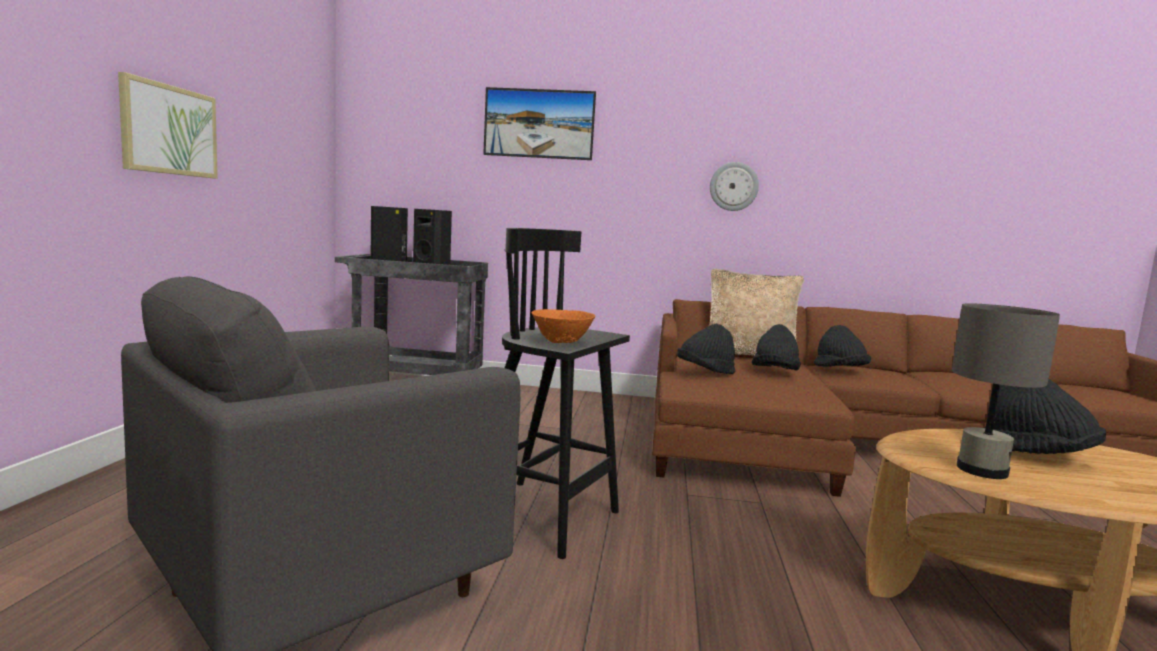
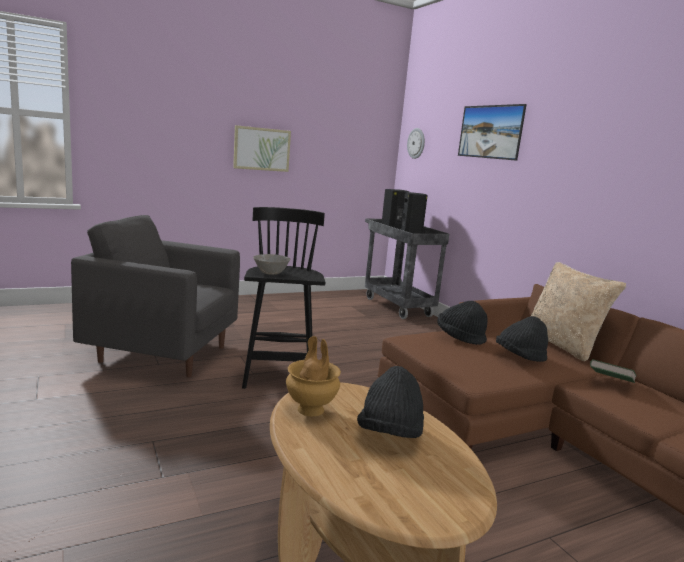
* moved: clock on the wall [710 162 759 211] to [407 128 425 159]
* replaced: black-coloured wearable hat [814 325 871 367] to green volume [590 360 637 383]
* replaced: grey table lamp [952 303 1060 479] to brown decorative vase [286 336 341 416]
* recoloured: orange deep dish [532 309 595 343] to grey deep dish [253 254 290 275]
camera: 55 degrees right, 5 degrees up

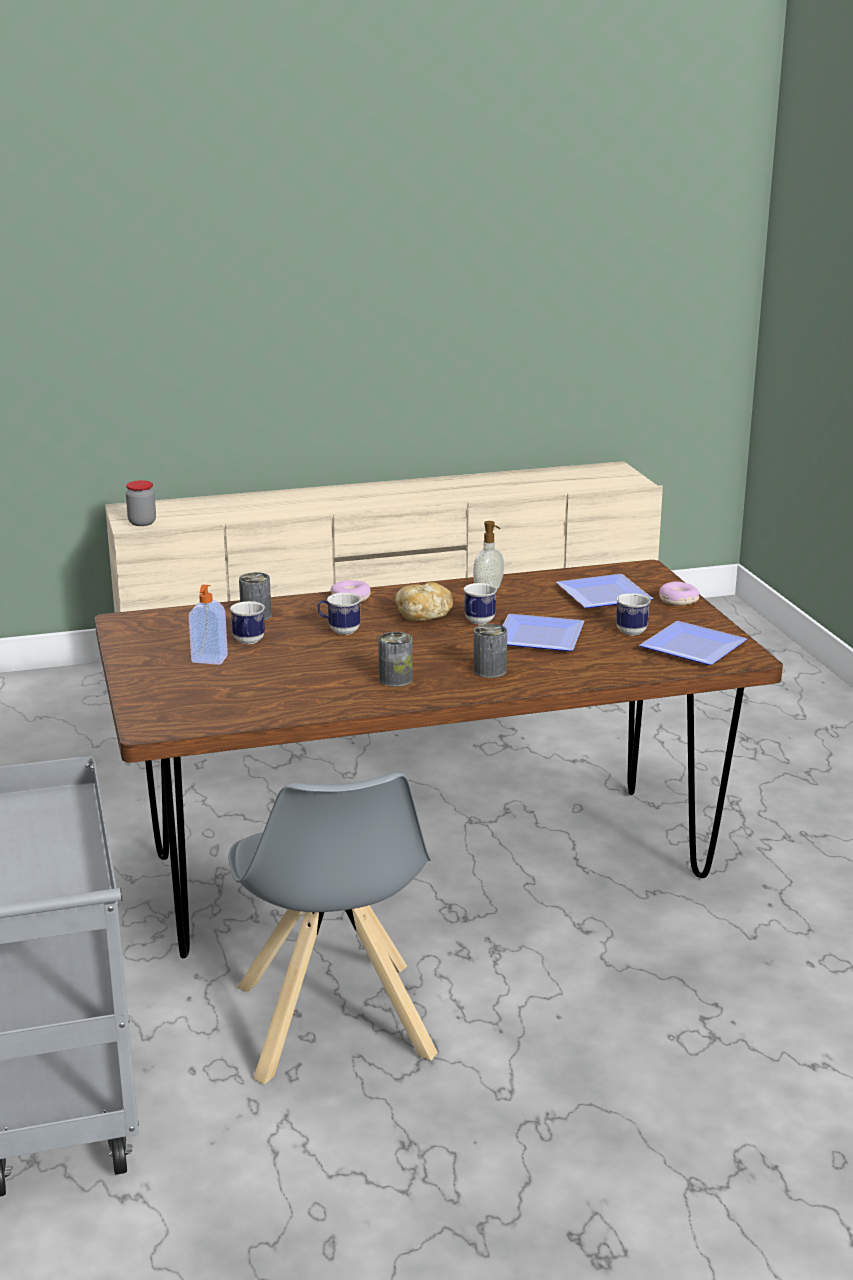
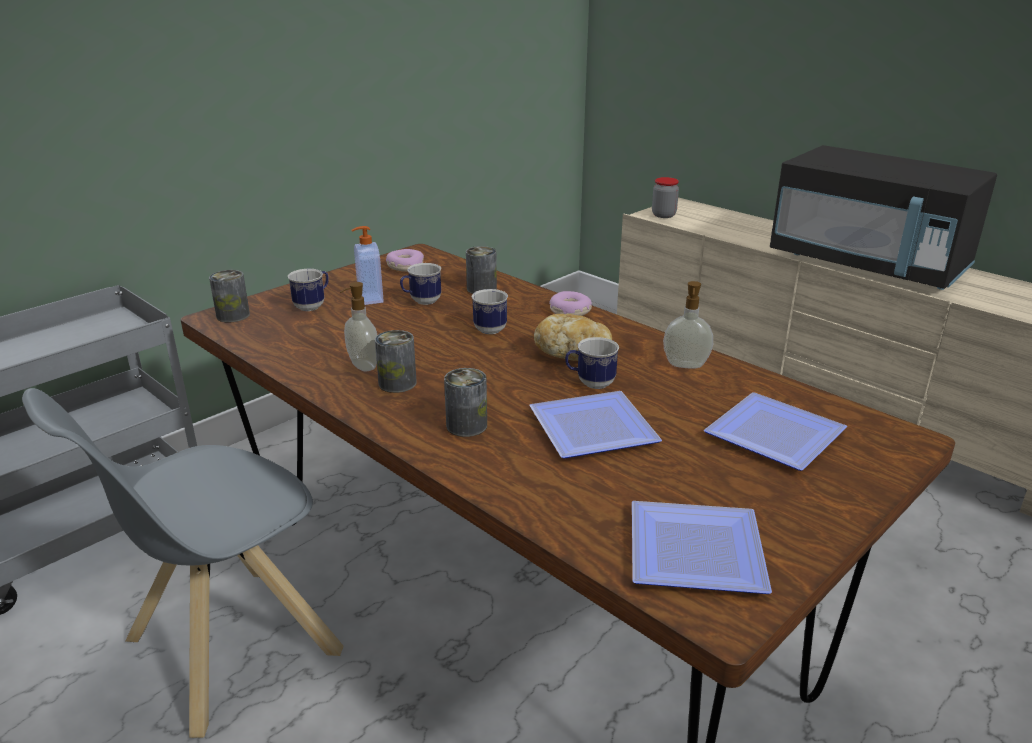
* added: can [209 270 250 323]
* added: soap bottle [340 282 377 371]
* added: black-coloured microwave oven [770 145 997 290]
* moved: mug [616 593 651 635] to [288 269 329 311]
* moved: donut [659 582 700 606] to [386 249 424 272]
camera: 60 degrees right, 5 degrees up

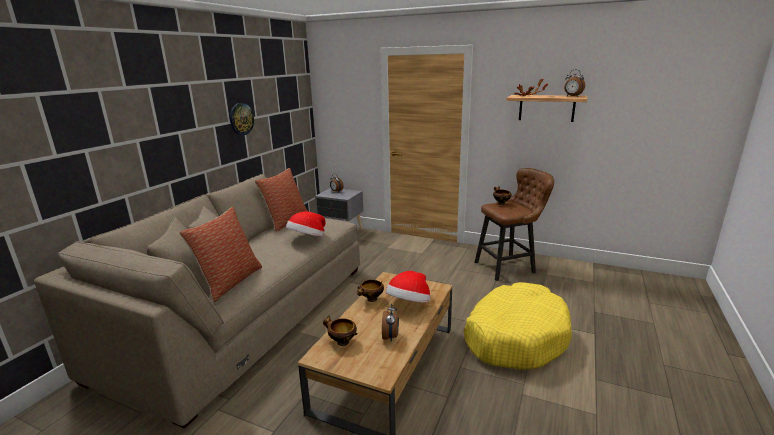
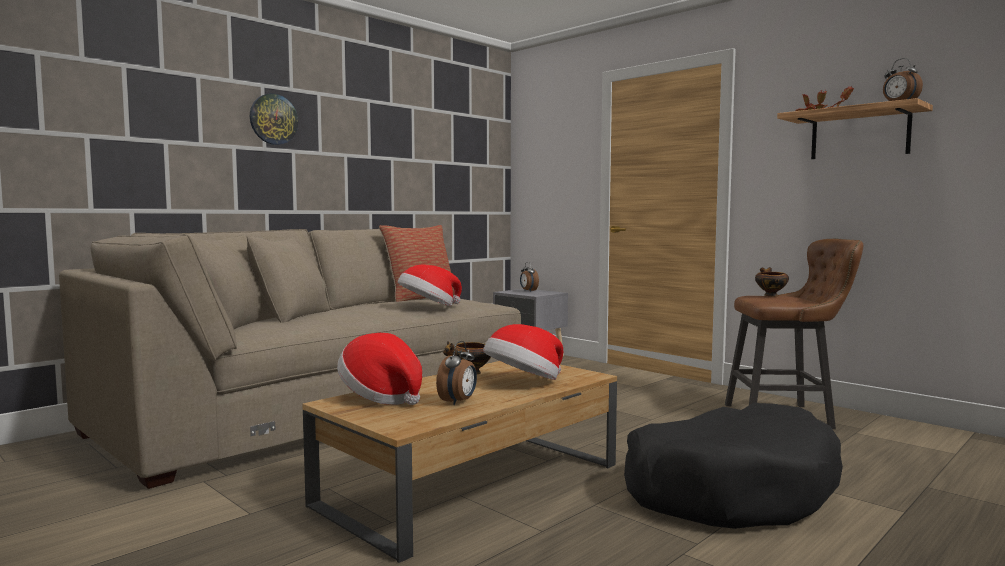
* removed: pillow [179 207 262 302]
* moved: clock on the wall [230 103 254 135] to [250 93 298 145]
* replaced: deep dish [323 316 358 346] to wearable hat [337 333 422 405]
* recoloured: yellow dog cushion [464 282 572 370] to black-coloured dog cushion [624 403 843 529]
camera: 20 degrees right, 15 degrees down

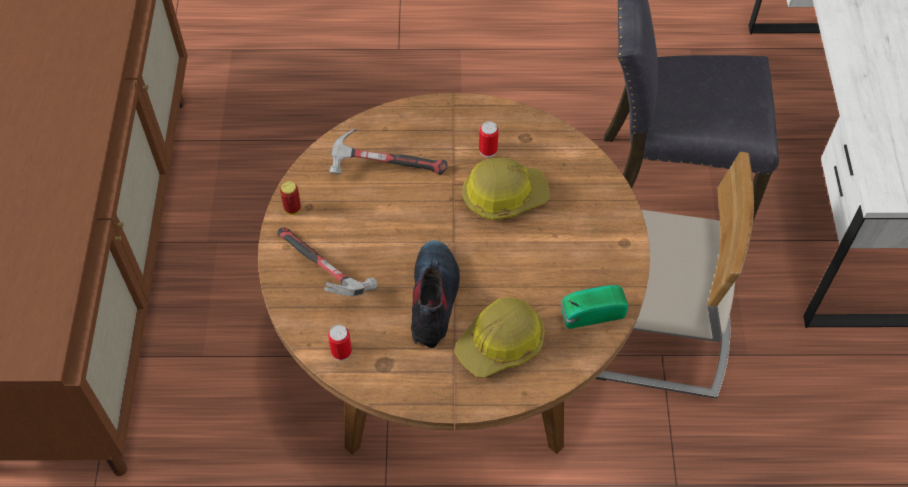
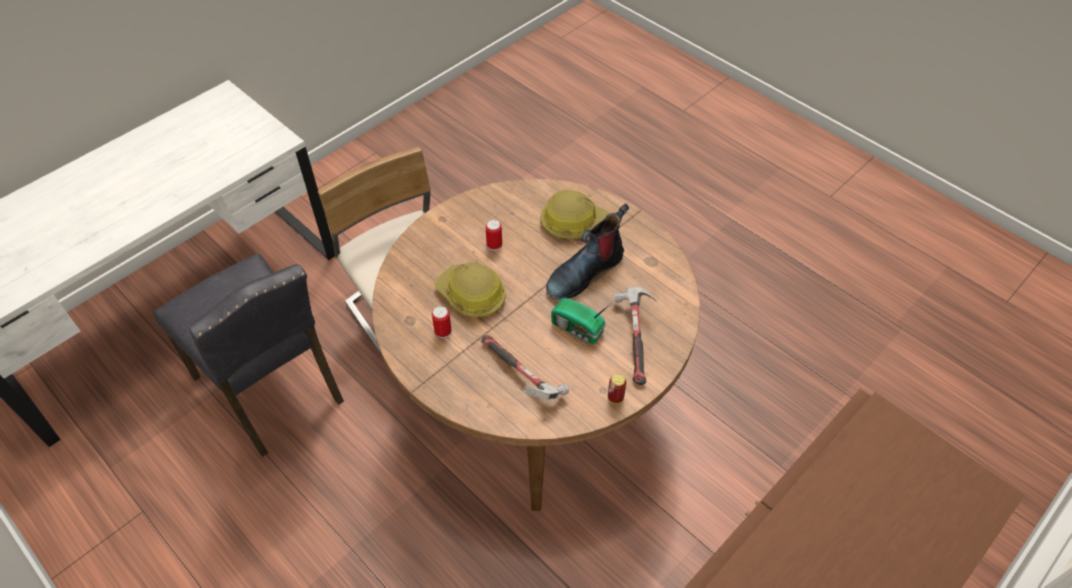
* moved: can [328 325 352 361] to [486 219 502 251]
* moved: radio [561 285 628 329] to [551 298 610 344]
camera: 135 degrees left, 5 degrees down

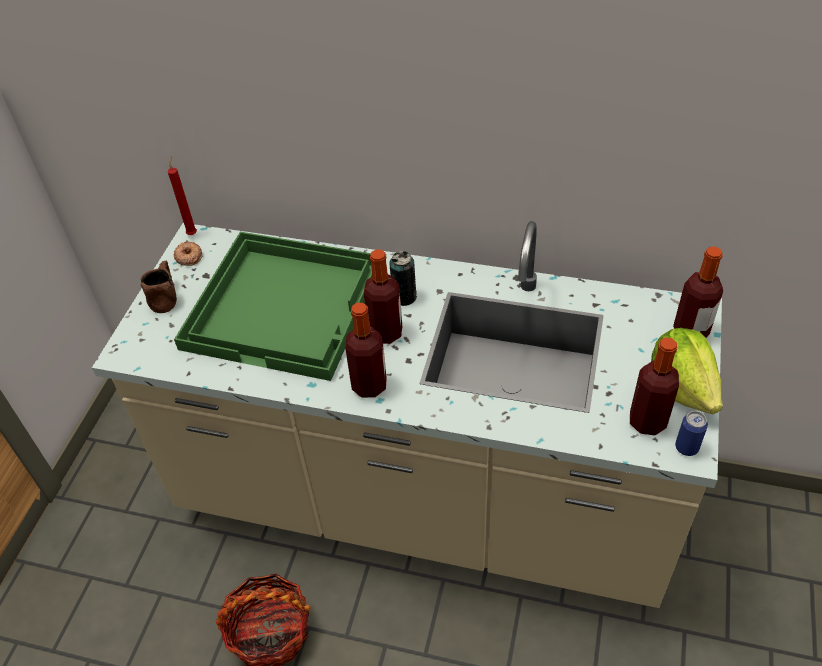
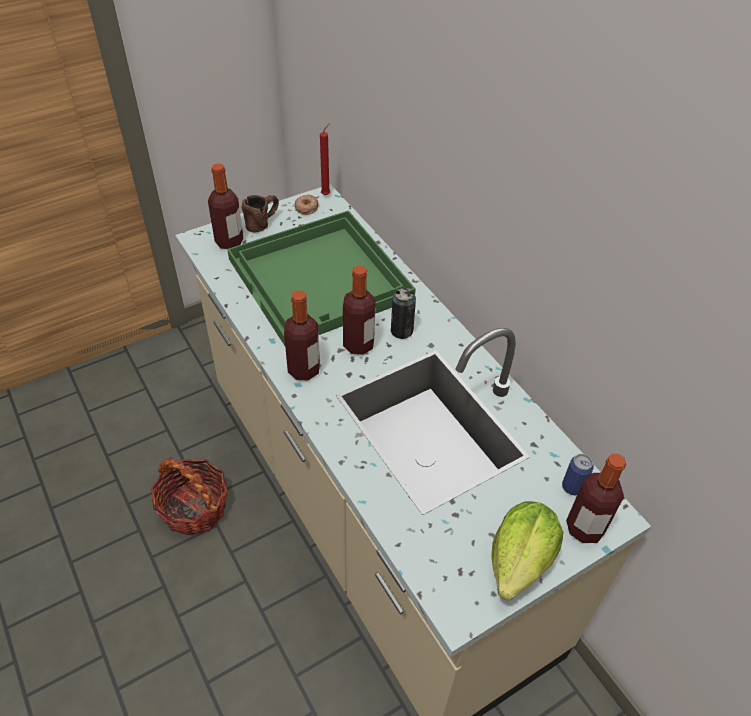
* moved: beverage bottle [630 337 679 435] to [208 163 244 249]
* moved: can [675 411 708 456] to [562 454 594 495]
camera: 40 degrees right, 0 degrees up

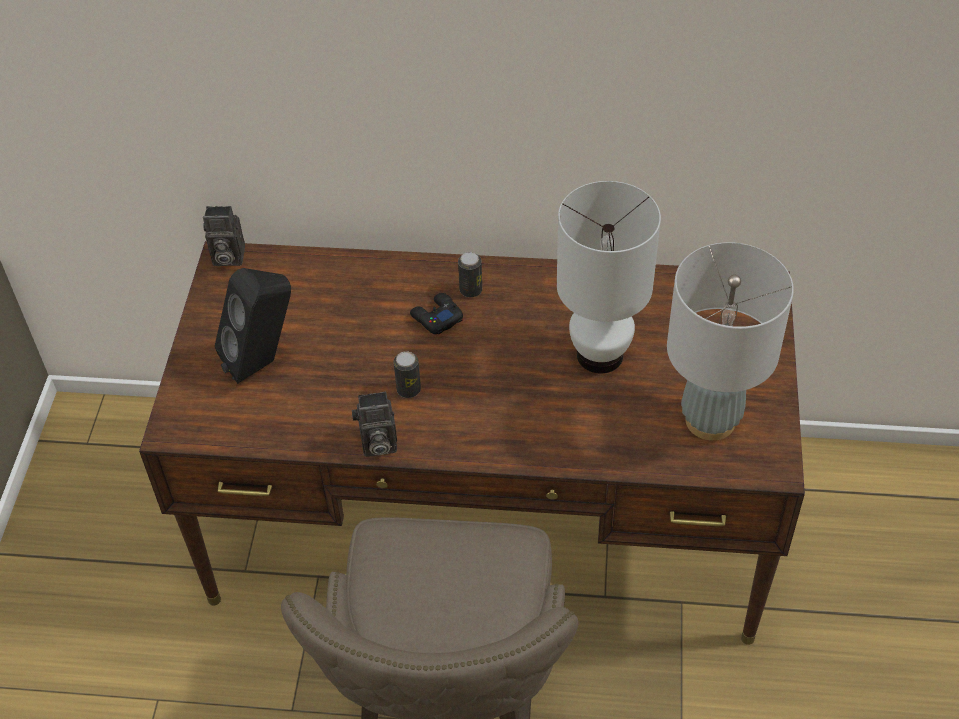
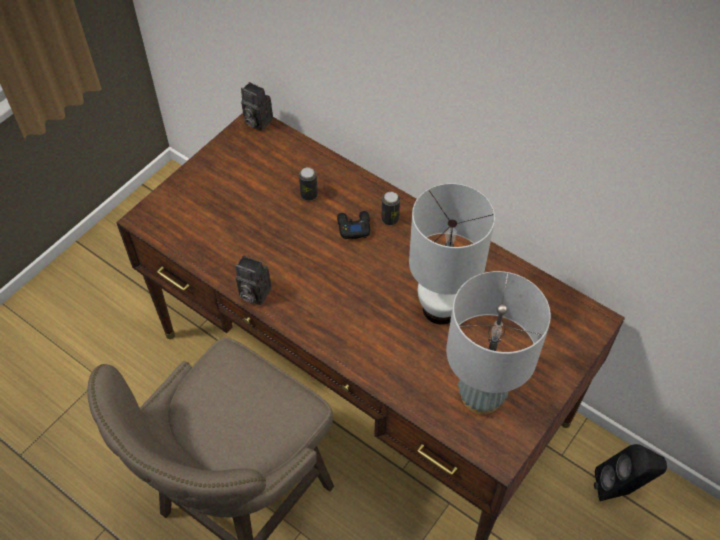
* moved: black-coloured speaker [215 268 291 384] to [594 444 667 501]
* moved: can [393 351 421 398] to [299 167 318 201]
camera: 30 degrees right, 5 degrees up

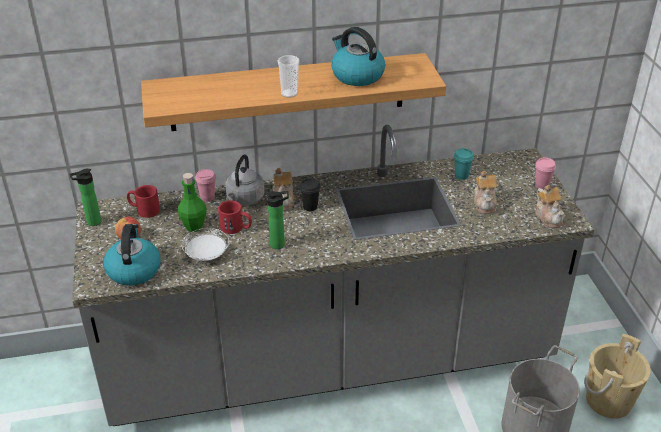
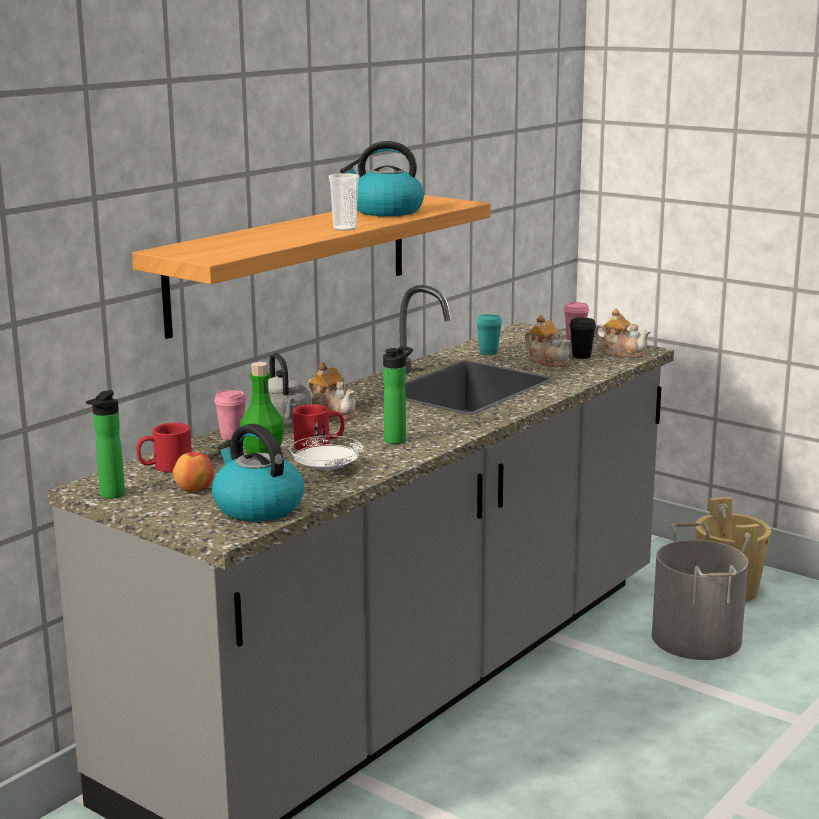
* moved: black-coloured cup [299 178 321 211] to [569 318 596 359]
camera: 40 degrees left, 20 degrees down

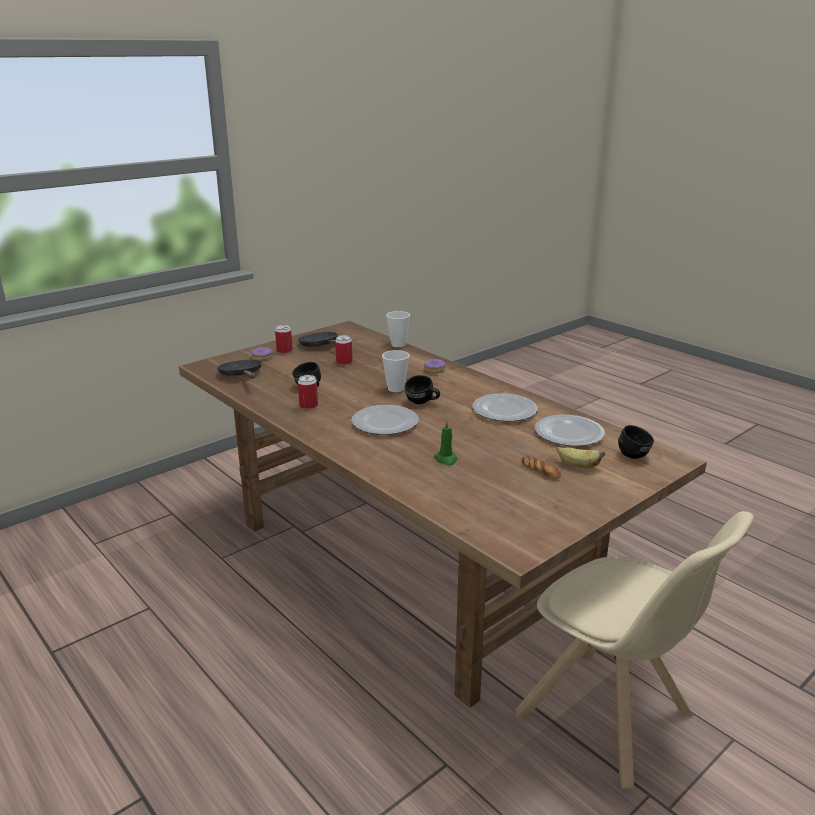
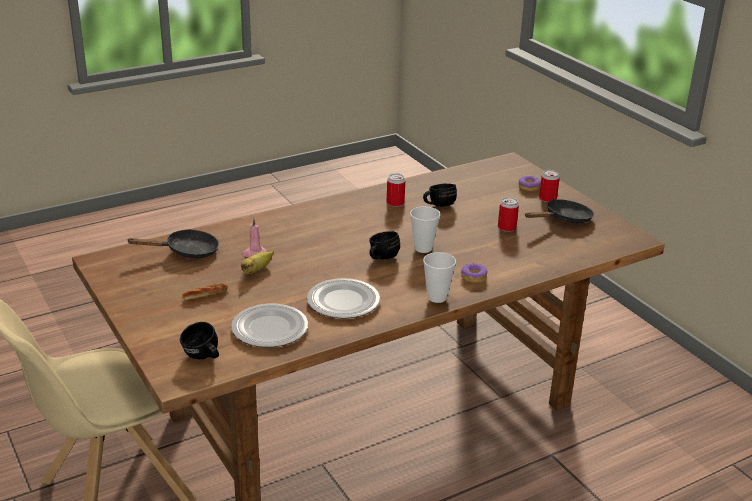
* removed: dinner plate [352 405 418 435]
* moved: black-coloured frying pan [217 360 262 378] to [126 229 219 258]
* moved: cup [386 311 410 347] to [423 252 456 303]
* moved: whole banana [557 447 605 468] to [241 251 274 274]
* recoloured: green wax candle [434 420 457 466] to pink wax candle [242 218 267 257]
camera: 100 degrees right, 5 degrees up

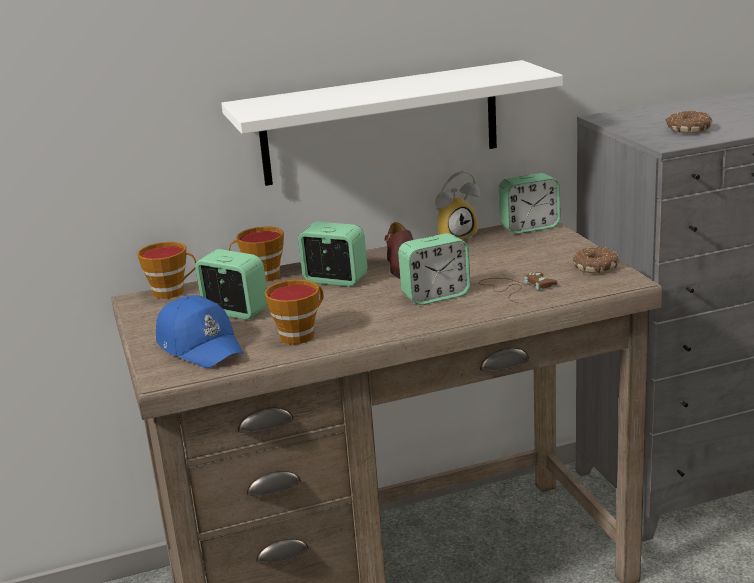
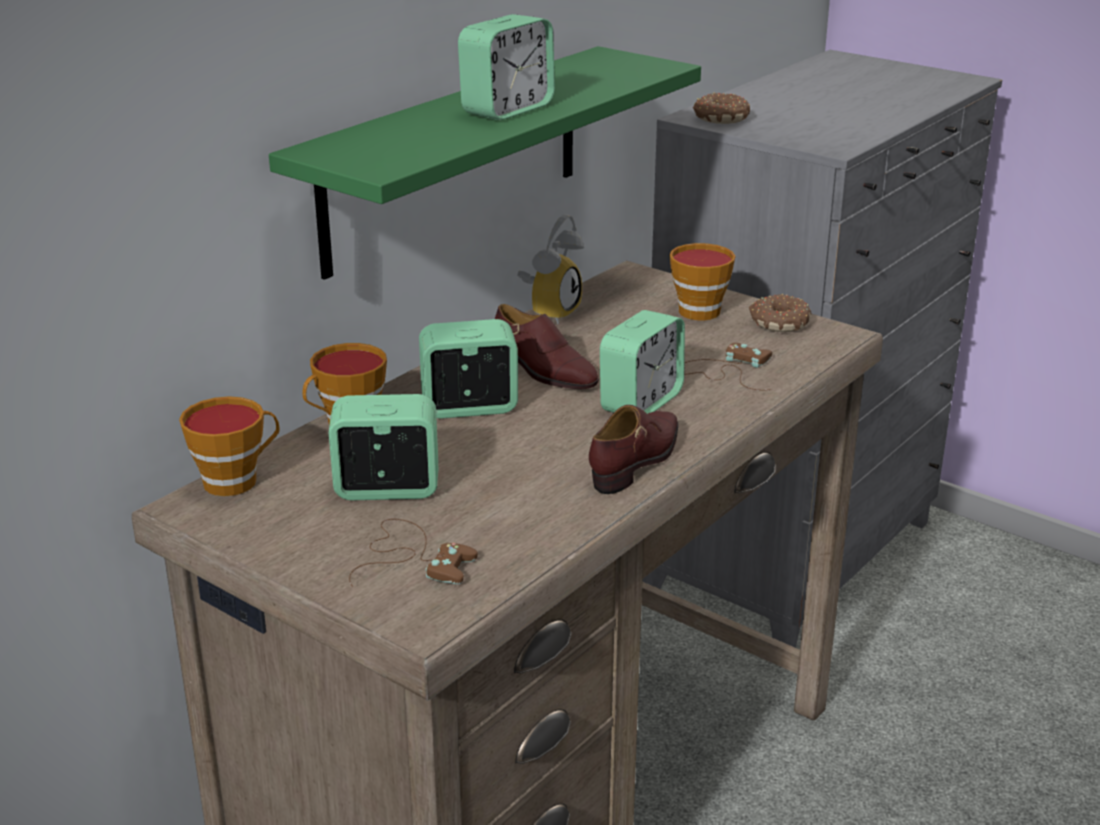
* added: brown low shoe [589 405 678 494]
* moved: cup [265 280 324 344] to [670 243 736 320]
* moved: alarm clock [498 173 561 234] to [458 14 555 120]
* moved: donut [665 110 712 134] to [693 93 750 124]
* replaced: bluish peaked cap [156 295 244 368] to brown game controller [349 519 478 587]
* recoloured: white-coloured wall shelf [221 60 563 186] to green wall shelf [269 46 701 280]
camera: 35 degrees left, 5 degrees up

